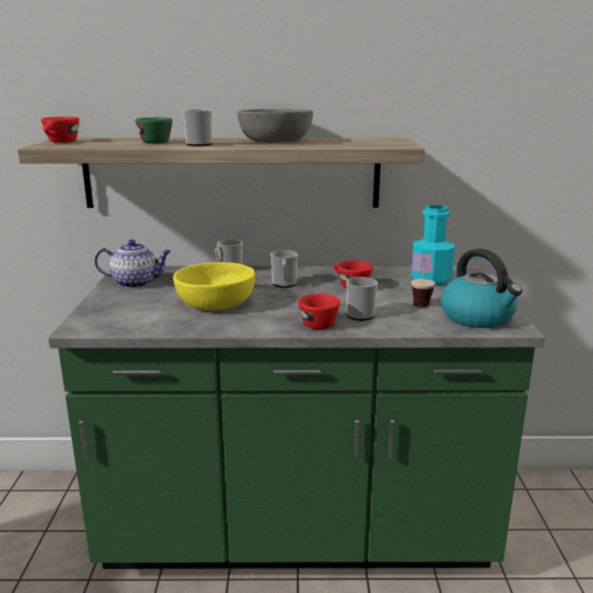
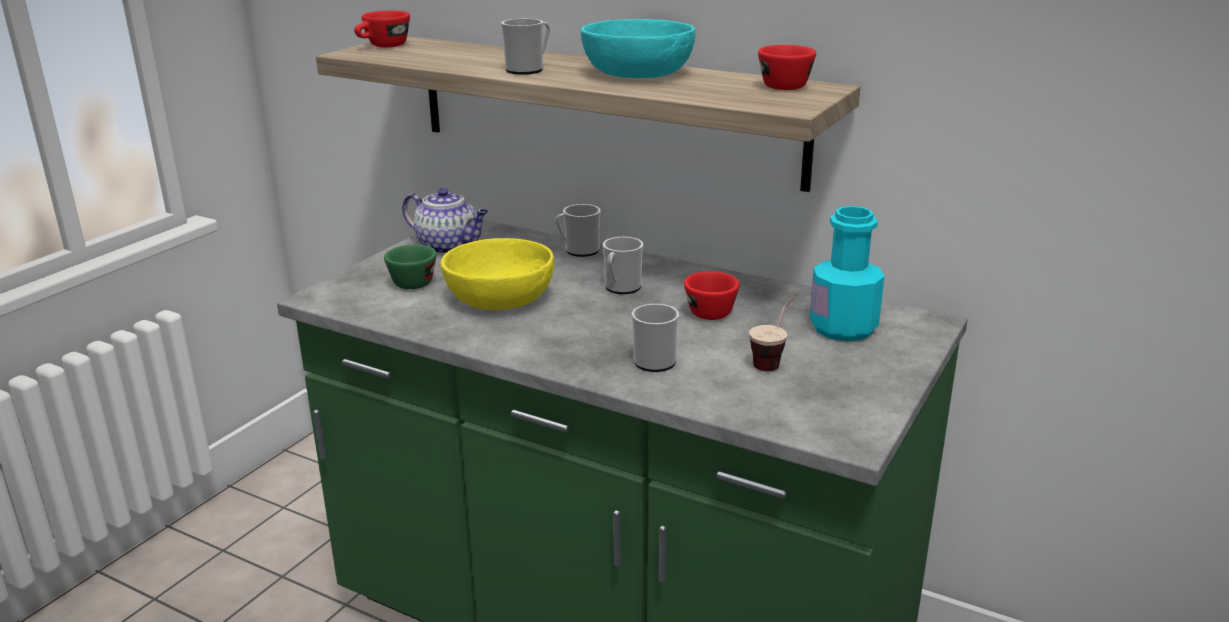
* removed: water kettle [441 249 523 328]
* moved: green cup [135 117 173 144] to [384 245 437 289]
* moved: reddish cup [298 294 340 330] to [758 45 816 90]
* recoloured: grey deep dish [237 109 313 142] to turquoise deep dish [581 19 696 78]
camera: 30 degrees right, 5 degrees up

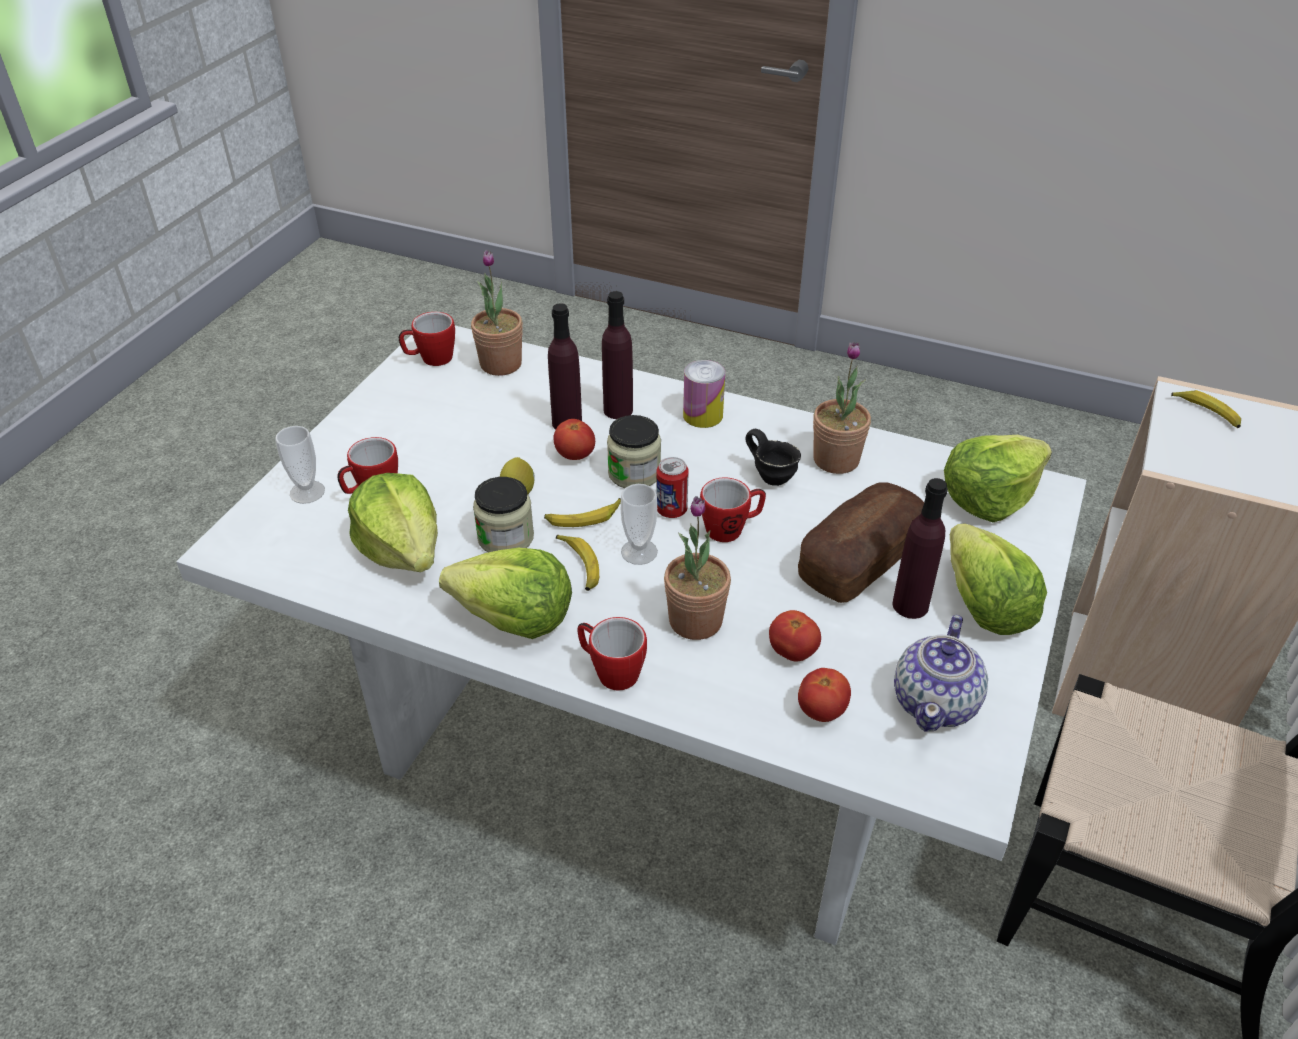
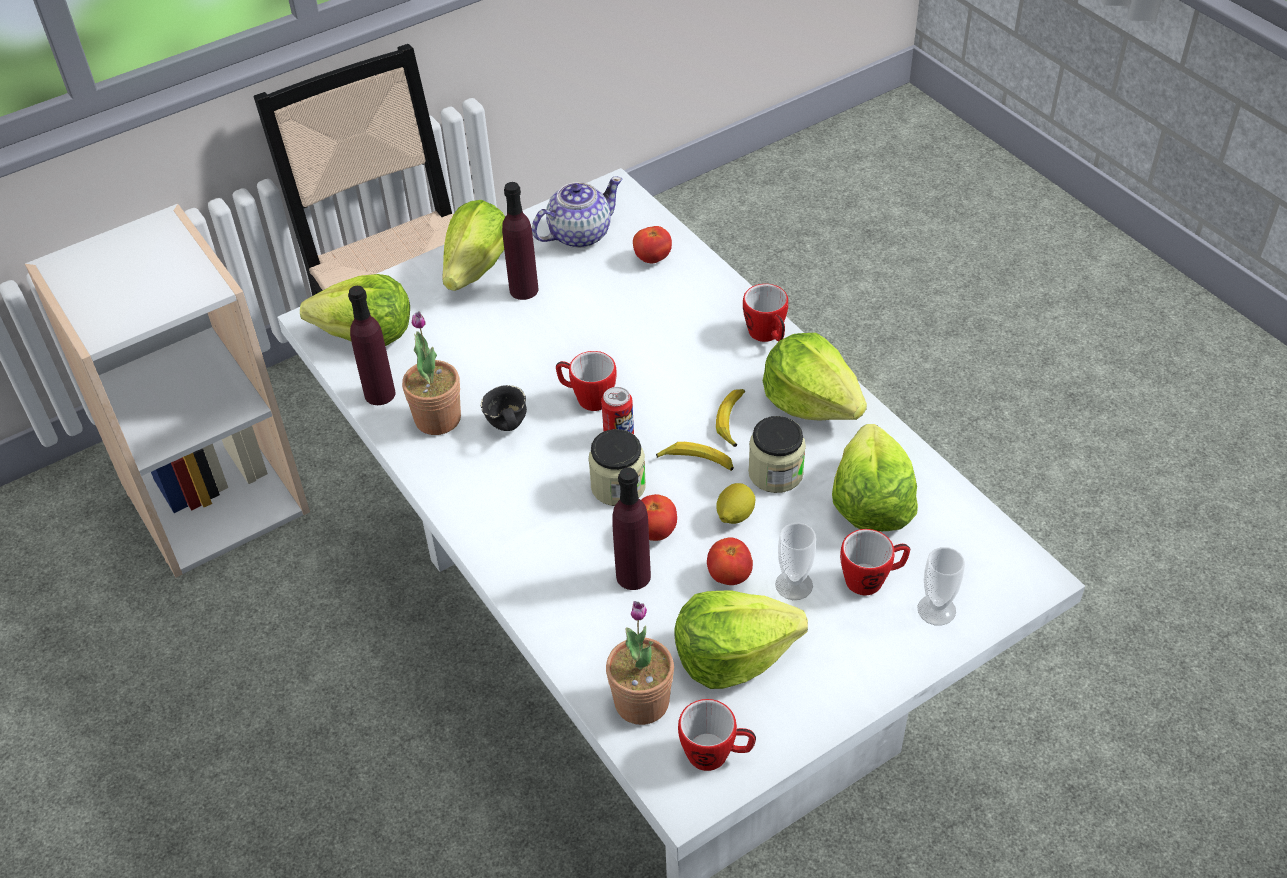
* removed: plant in a pot [664 496 731 640]
* removed: can [683 360 725 428]
* removed: bakery bread [798 482 924 603]
* removed: whole banana [1171 390 1241 428]
* added: lettuce [674 590 808 689]
* moved: purplish beverage bottle [602 291 633 419] to [348 286 395 405]
* moved: cup [621 484 658 565] to [775 523 816 600]
* moved: fresh tomato [769 610 821 661] to [707 537 753 585]
camera: 145 degrees left, 5 degrees up

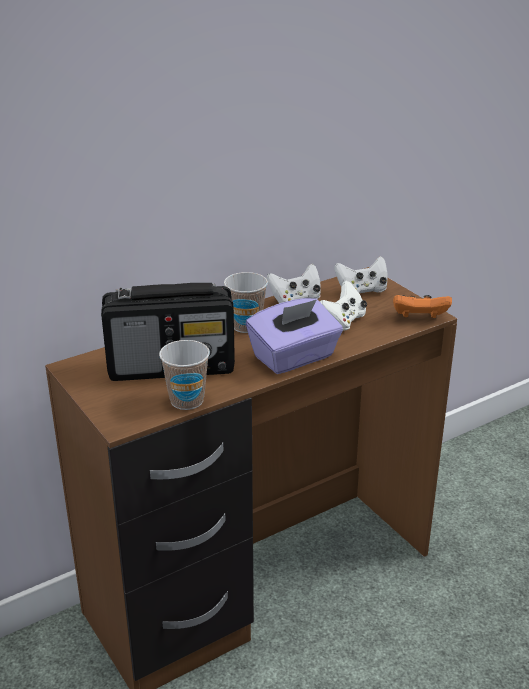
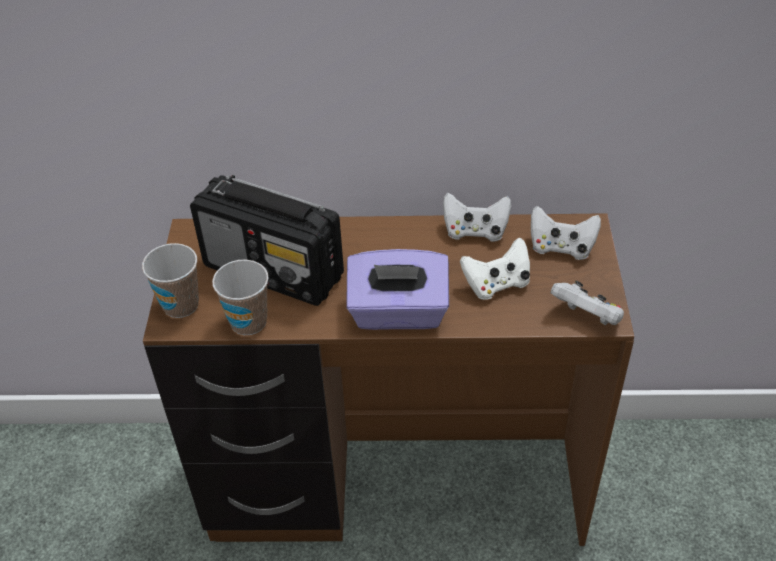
* moved: cup [224 272 268 333] to [142 243 199 318]
* recoloured: orange game controller [393 295 452 318] to white-coloured game controller [551 281 624 325]
camera: 35 degrees right, 15 degrees up

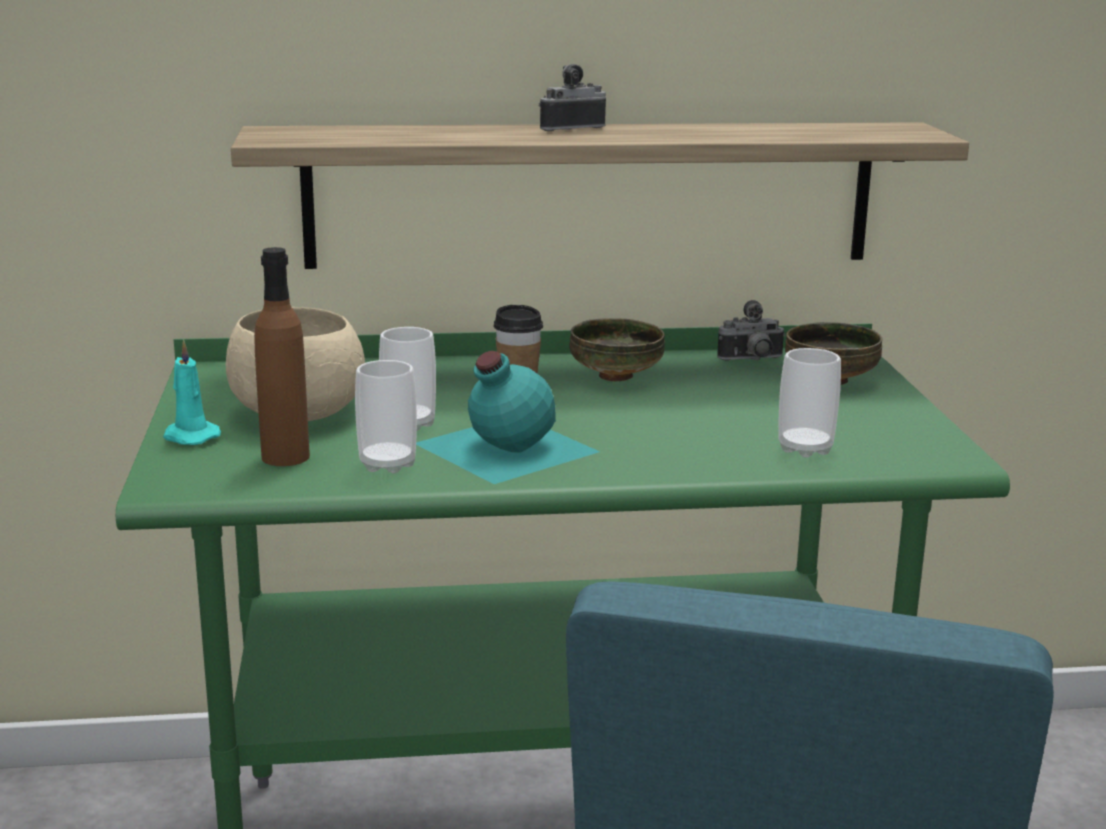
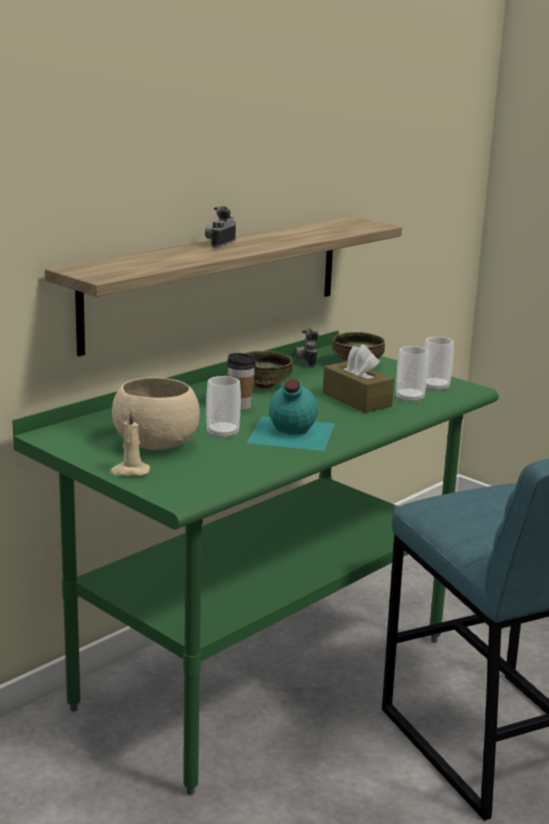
* removed: brown beverage bottle [254 247 310 466]
* added: brown tissue holder [323 344 394 413]
* moved: cup [355 360 417 473] to [424 337 454 392]
* recoloured: turquoise wax candle [163 340 221 445] to beige-coloured wax candle [109 411 150 476]
* turned: still camera [717 300 785 361] = [295 329 318 367] 135 degrees clockwise
camera: 40 degrees left, 0 degrees up

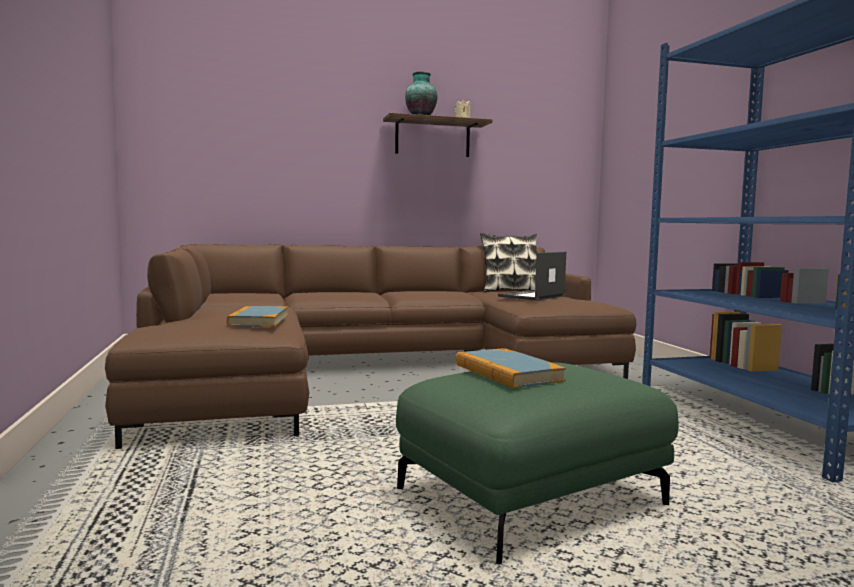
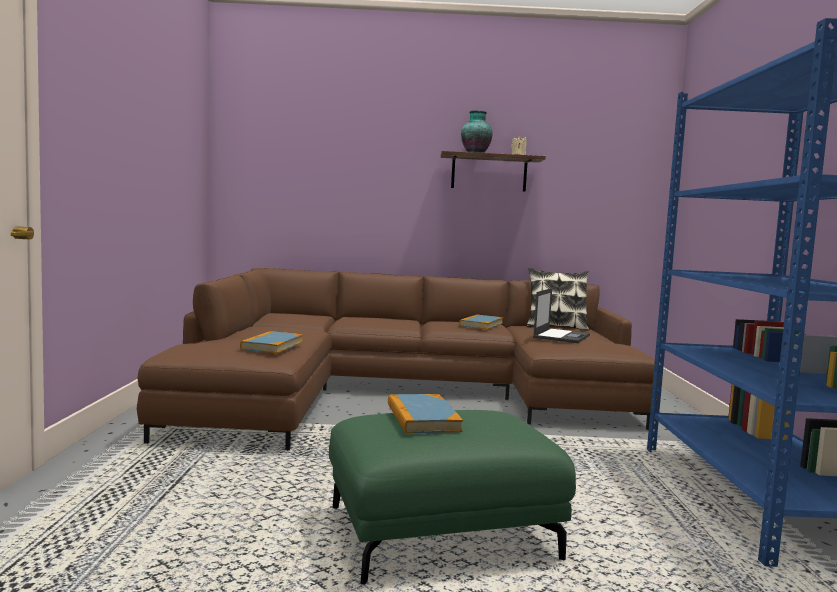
* added: volume [459 315 503 329]
* turned: notebook computer [498 252 566 301] = [533 288 590 343] 150 degrees clockwise
camera: 15 degrees right, 0 degrees up

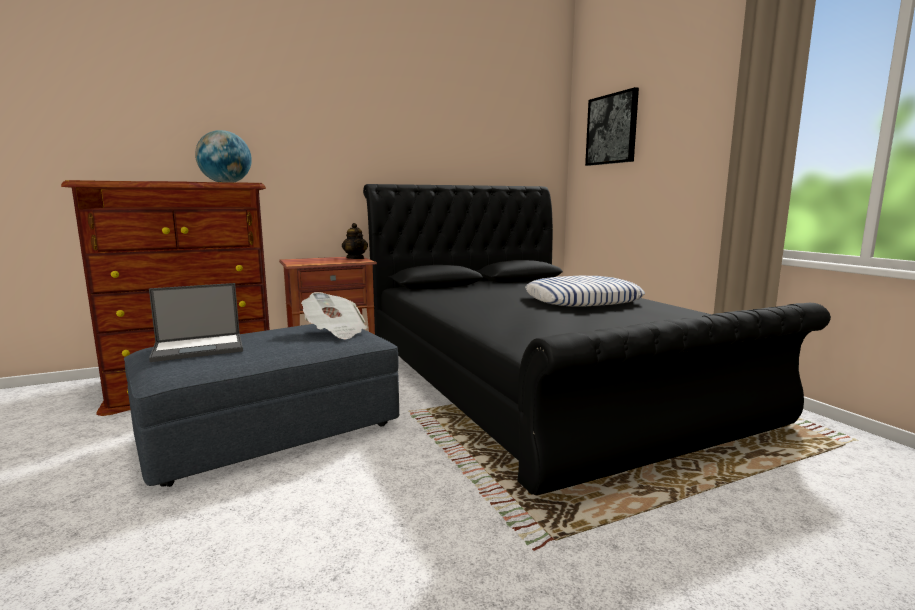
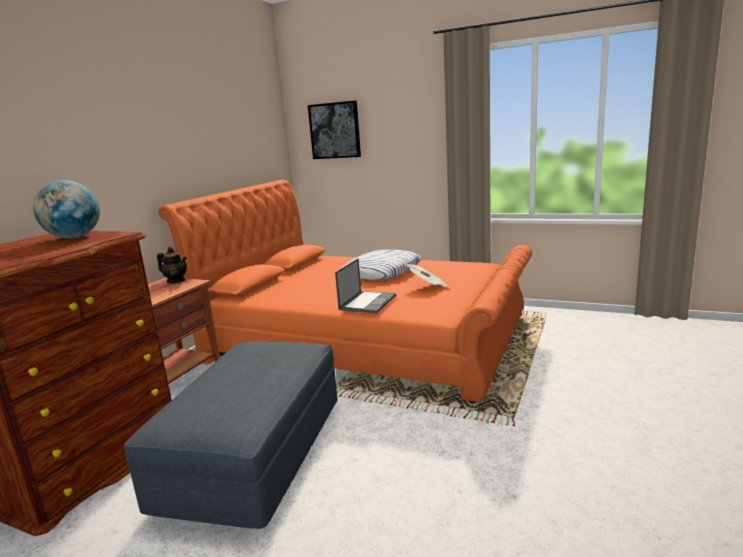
* moved: notebook computer [149 283 243 362] to [335 258 396 313]
* moved: daily paper [301 292 368 340] to [404 264 450 288]
* recoloured: black-coloured sleeping bed [363 184 831 495] to orange sleeping bed [158 180 532 403]
camera: 40 degrees left, 5 degrees up

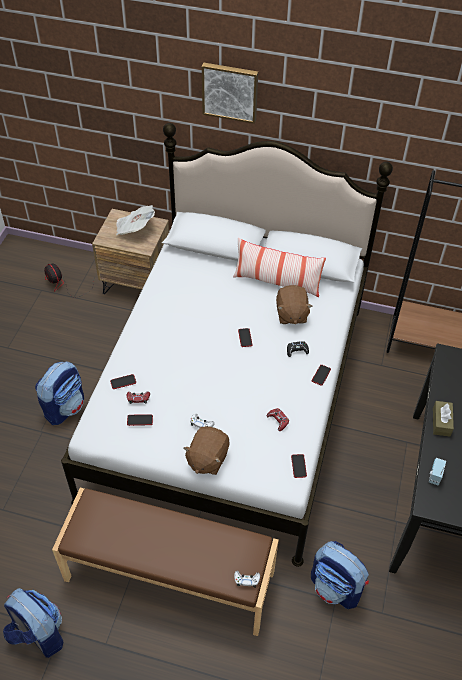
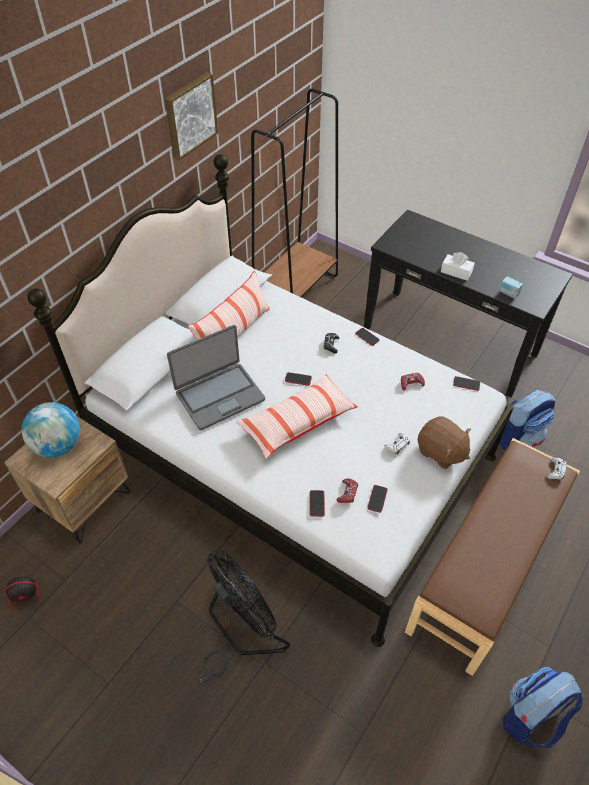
* removed: brown soft toy [276 285 313 324]
* added: notebook computer [167 325 265 430]
* added: pillow [236 375 358 459]
* moved: wall art [202 63 258 124] to [165 72 218 161]
* replaced: knapsack [35 361 84 425] to black-coloured electric fan [200 549 290 682]
* replaced: daily paper [116 205 155 235] to desk globe [22 402 80 457]
* recoloured: brown tissue holder [433 401 454 437] to white-coloured tissue holder [441 252 475 281]
camera: 70 degrees left, 0 degrees up

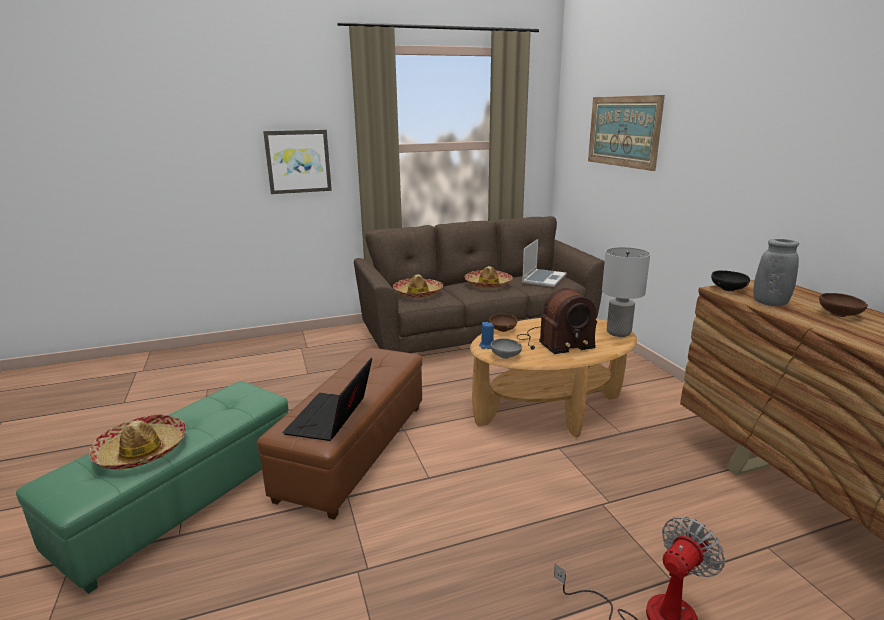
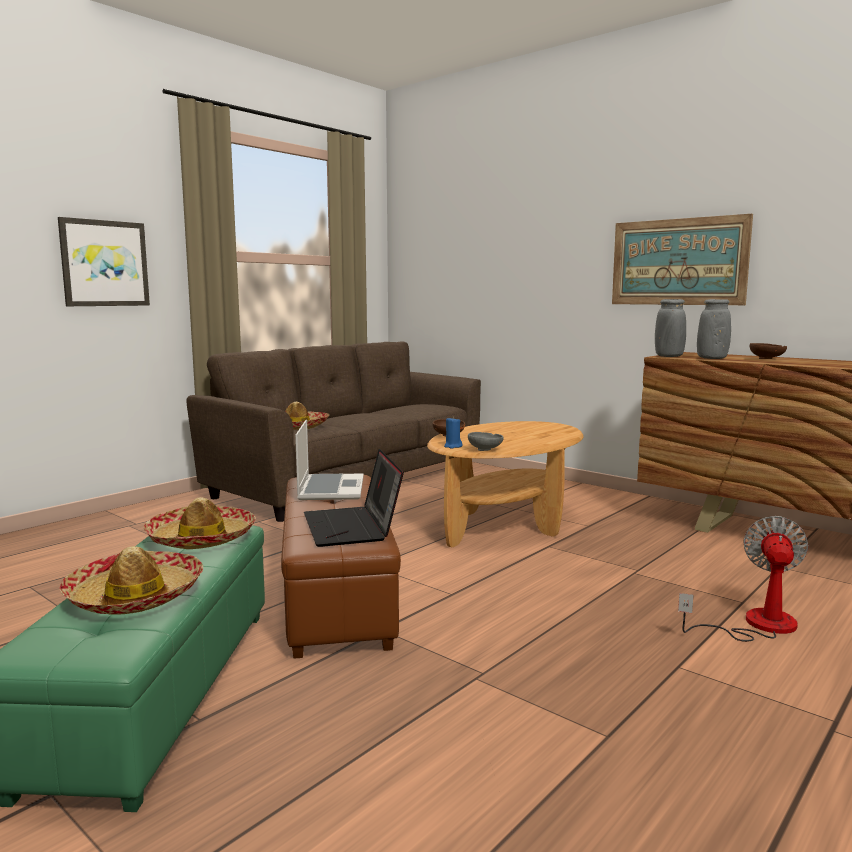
* removed: radio [517 288 597 354]
* removed: grey table lamp [602 247 650 337]
* moved: wearable hat [464 266 513 289] to [143 497 256 549]
* moved: notebook computer [522 239 567 287] to [295 420 364 500]
* moved: wall art [588 95 665 171] to [612 214 753 305]
* replaced: black-coloured deep dish [711 270 750 291] to grey decorative vase [655 299 686 357]
camera: 30 degrees left, 10 degrees down

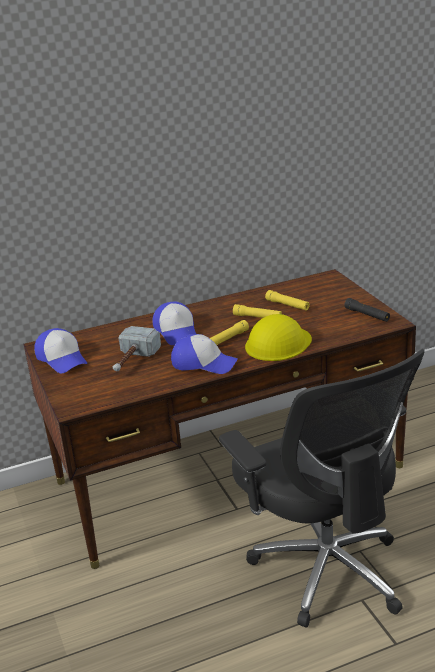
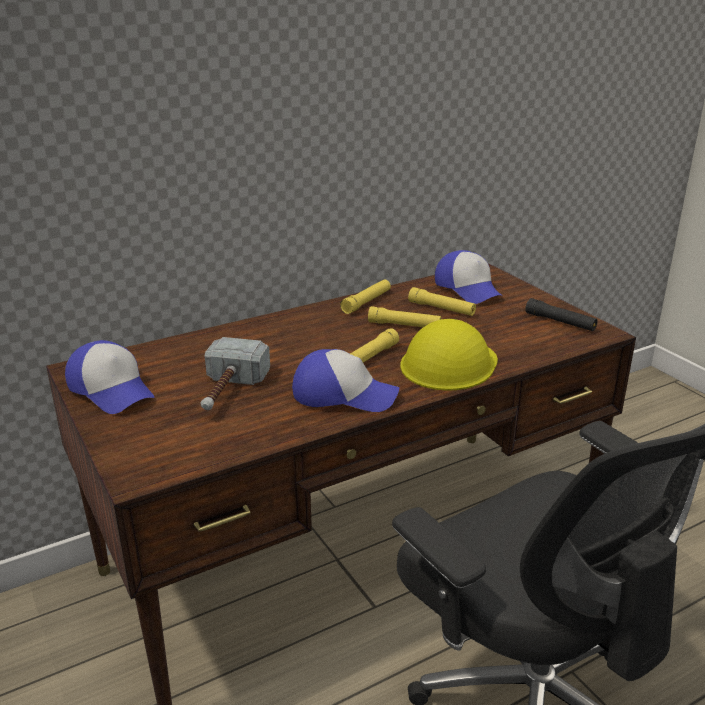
* added: yellow flashlight [340 279 391 314]
* moved: peaked cap [152 302 196 345] to [435 250 504 304]
camera: 10 degrees left, 0 degrees up

